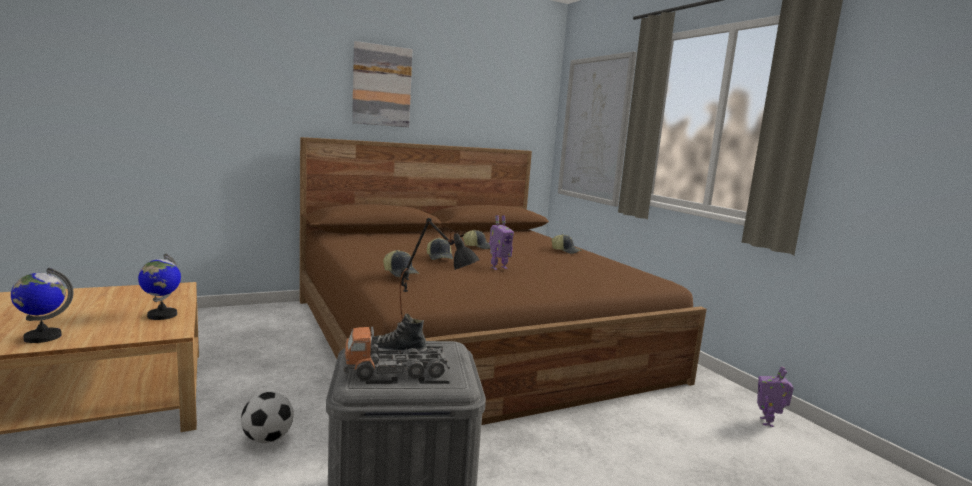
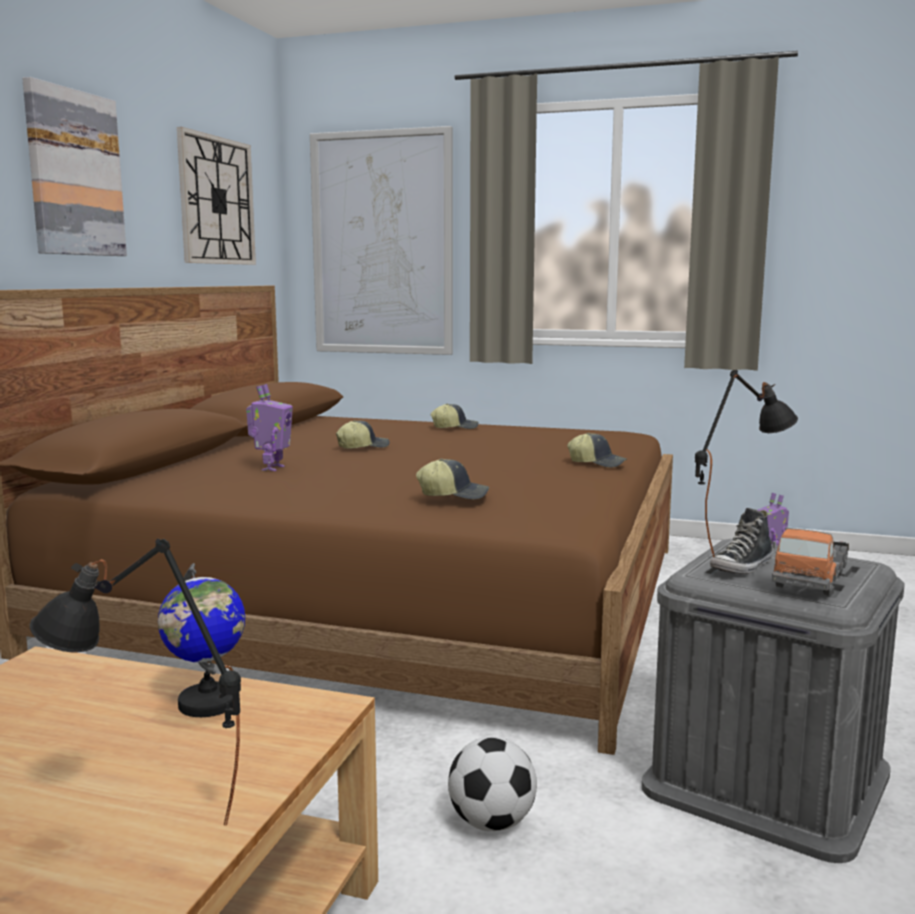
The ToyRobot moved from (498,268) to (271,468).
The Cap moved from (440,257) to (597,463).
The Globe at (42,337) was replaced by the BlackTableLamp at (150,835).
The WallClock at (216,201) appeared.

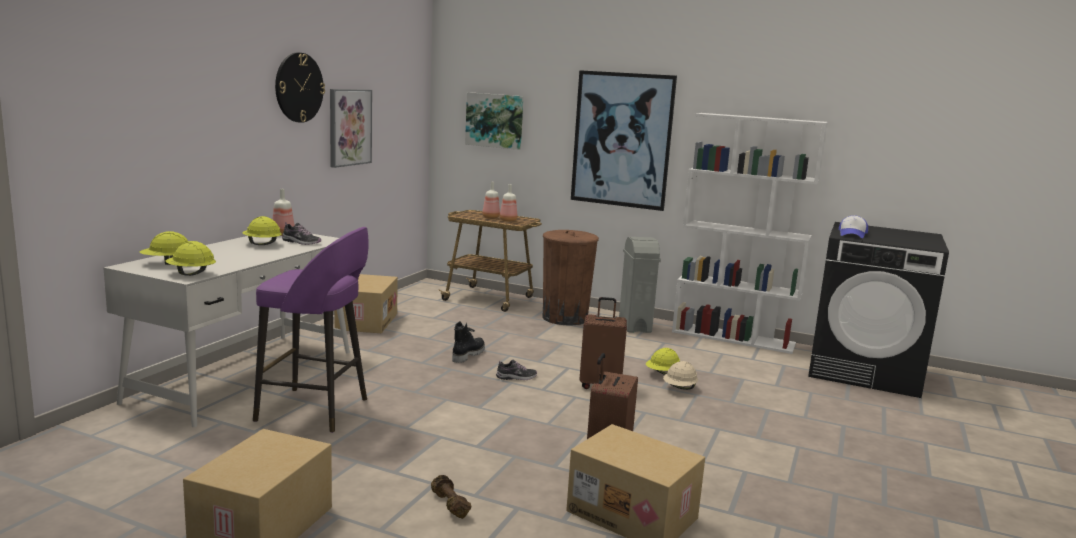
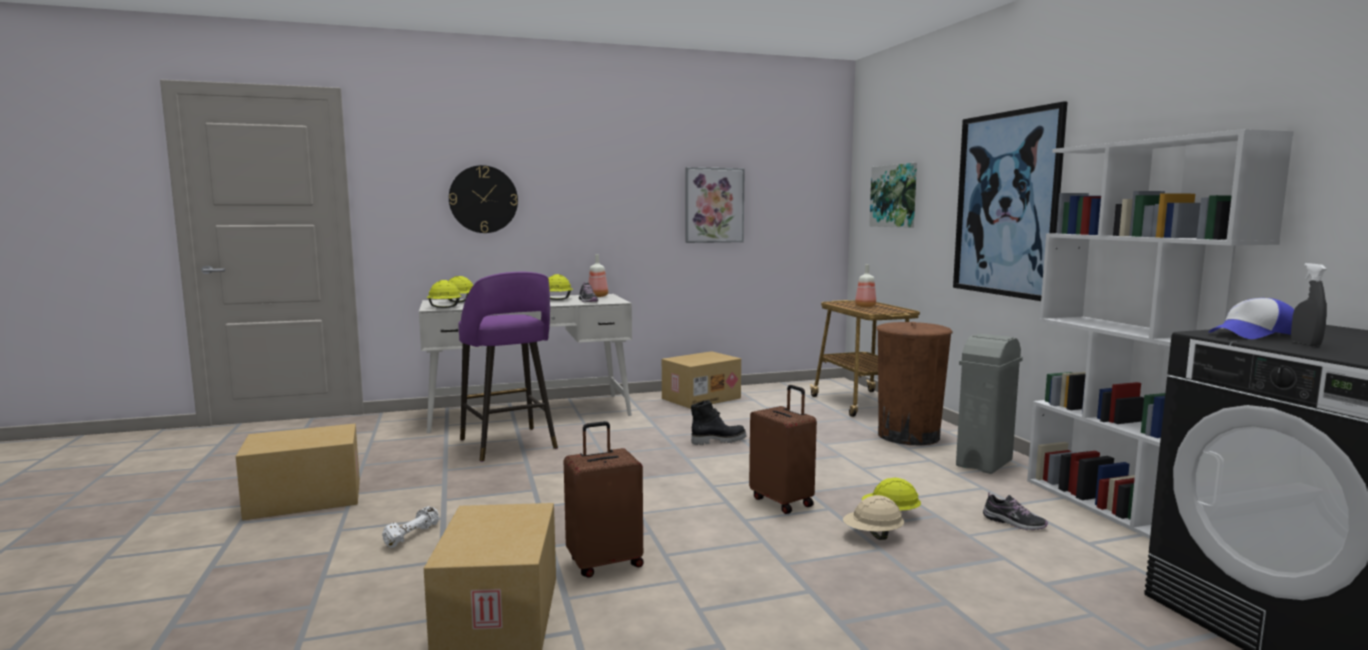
The WallClock moved from (299,87) to (483,199).
The Bottle at (508,220) disappeared.
The Shoe moved from (516,377) to (1014,523).
The BrownDumbbell at (449,505) became the WhiteDumbbell at (411,536).
The GreySprayBottle at (1305,344) appeared.

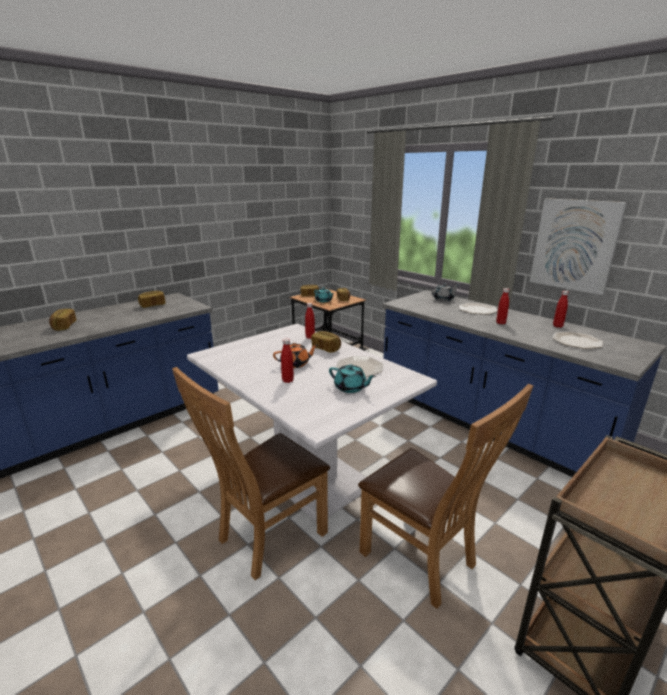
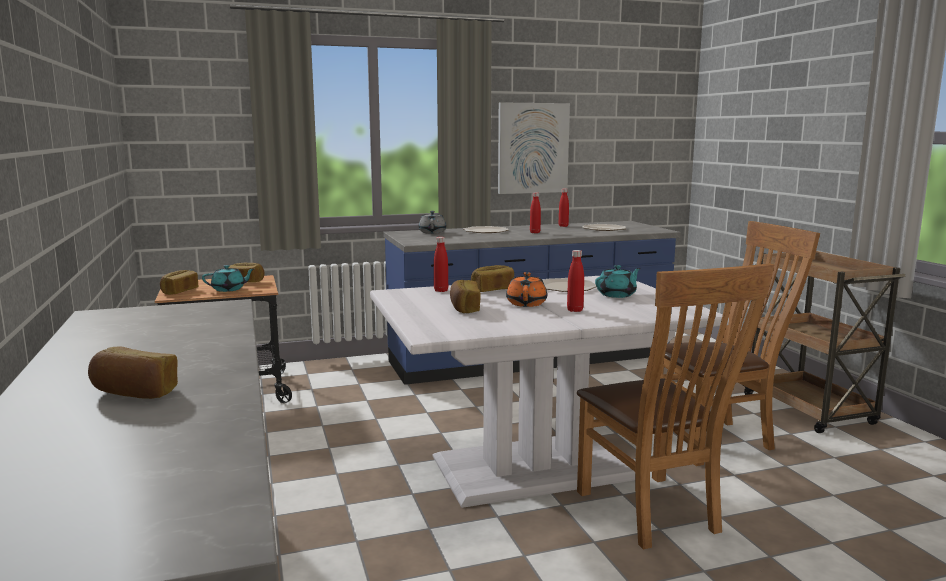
The Bread moved from (153,305) to (464,308).

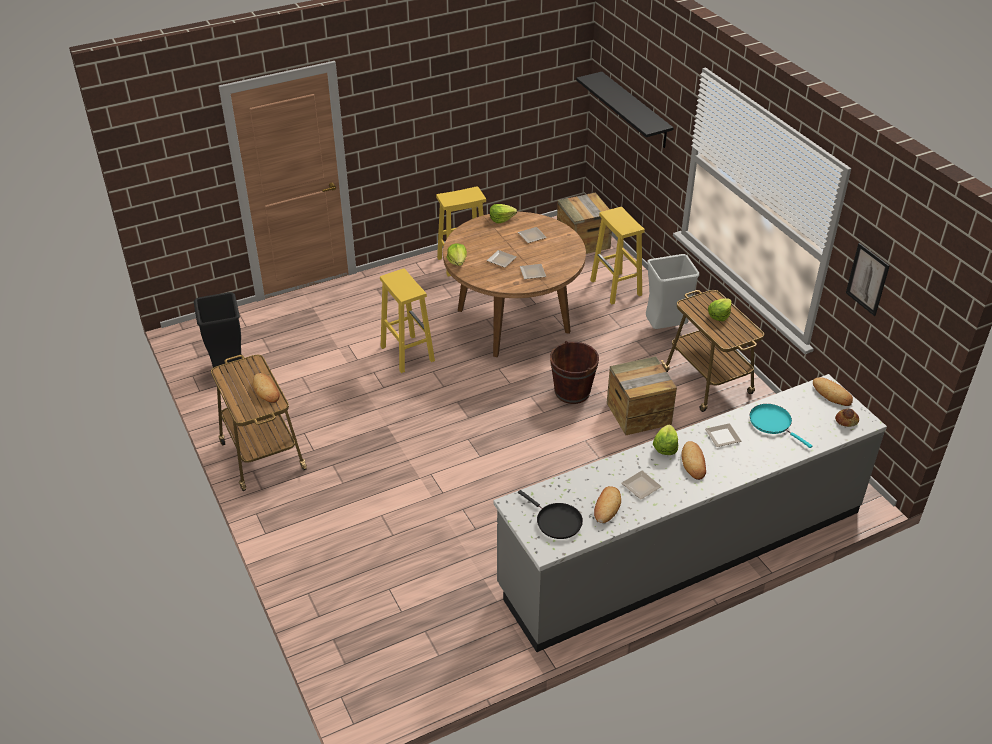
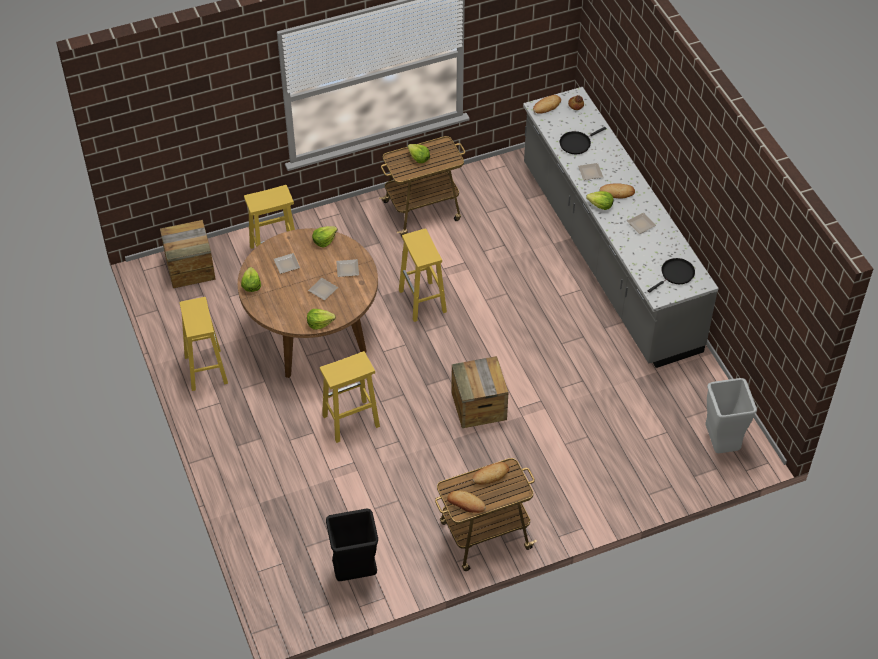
The BlackShelf at (635,110) disappeared.
The Picture at (867,279) disappeared.
The GreyTrashCan moved from (665,329) to (721,444).
The BrownBucket at (572,392) was replaced by the YellowStool at (423,302).
The Crate moved from (638,413) to (478,406).
The TurquoiseFryingPan at (772,423) became the BlackFryingPan at (576,143).
The Bread moved from (606,507) to (466,503).
The Lettuce at (324,240) appeared.

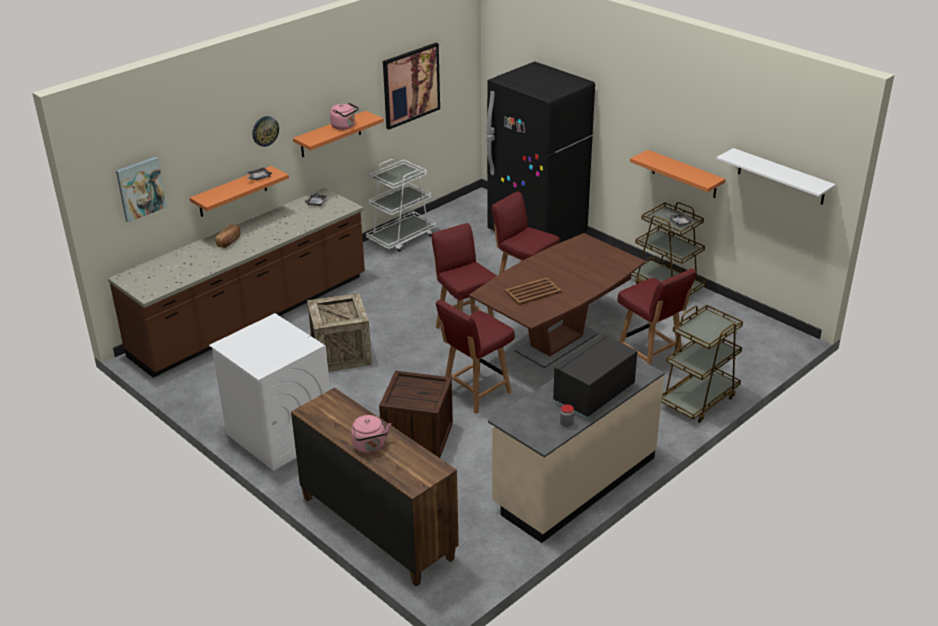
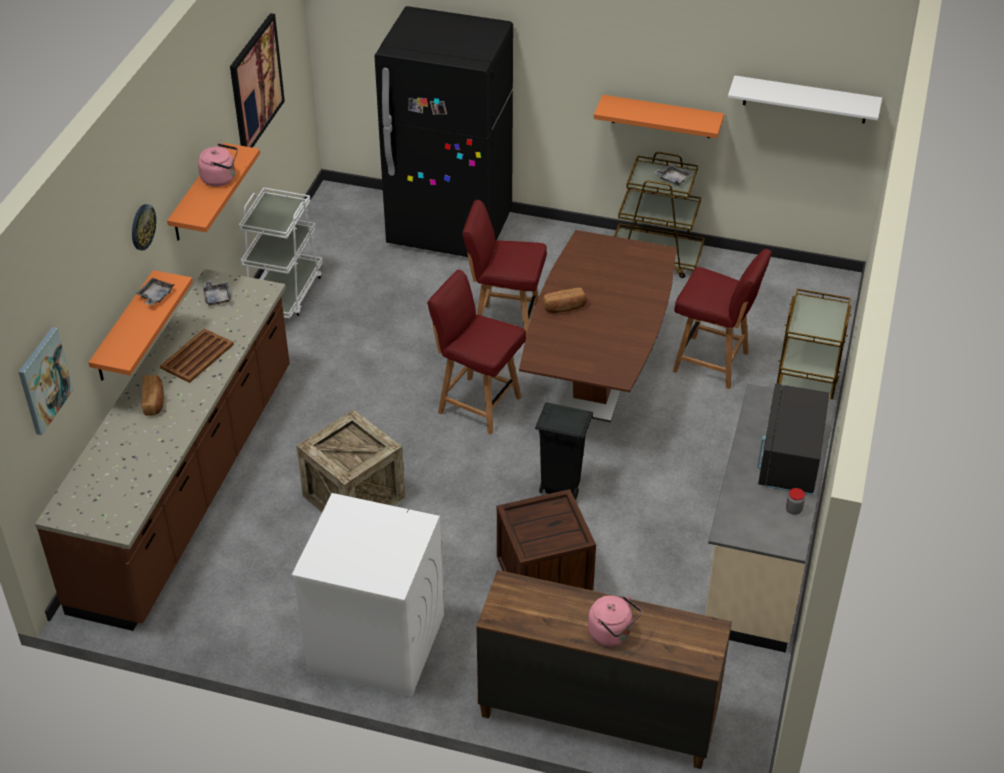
The BrownTray moved from (532,292) to (196,356).
The RedChair at (475,393) was replaced by the BlackTrashCan at (560,488).
The Bread at (564,308) appeared.

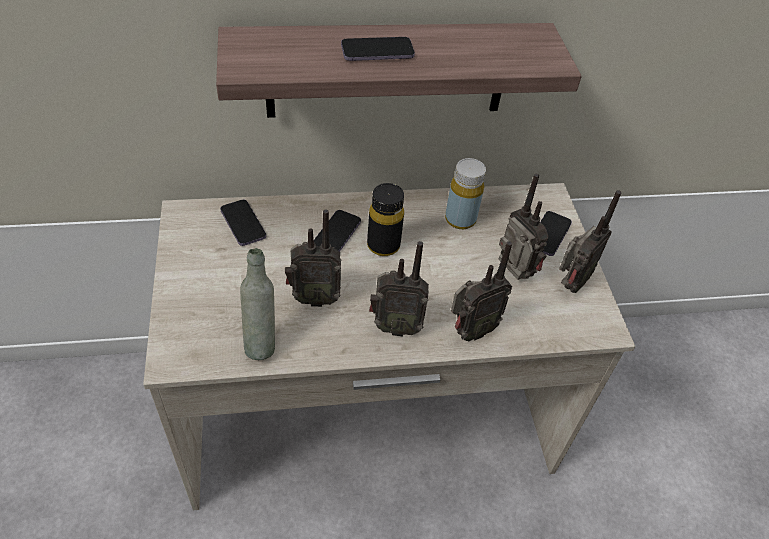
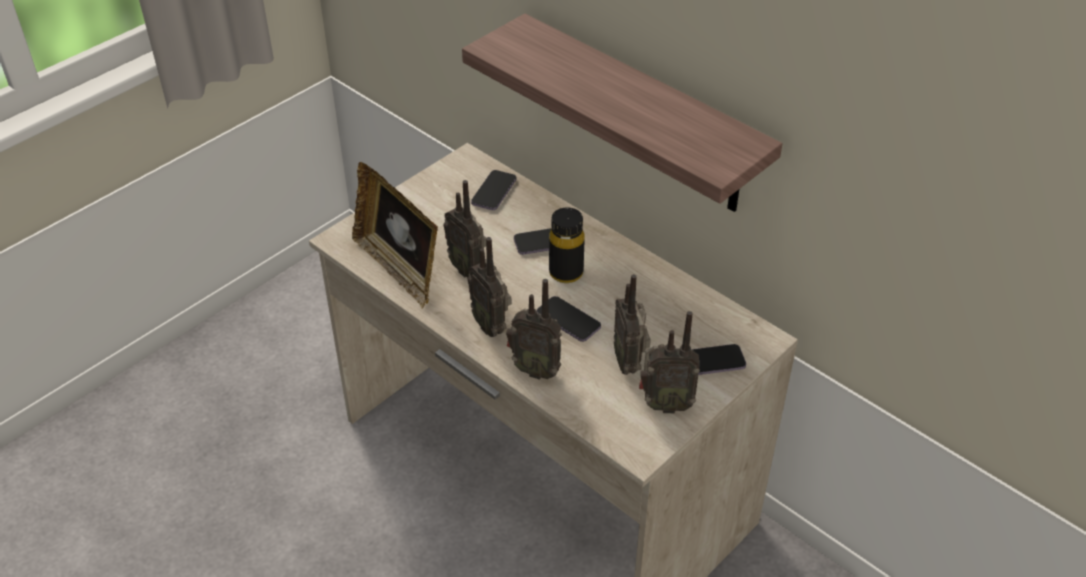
The Phone moved from (377,51) to (568,320).
The YellowBottle at (460,219) disappeared.
The Radio at (512,275) turned 150 degrees clockwise.
The GreyBottle at (261,342) was replaced by the PictureFrame at (399,268).

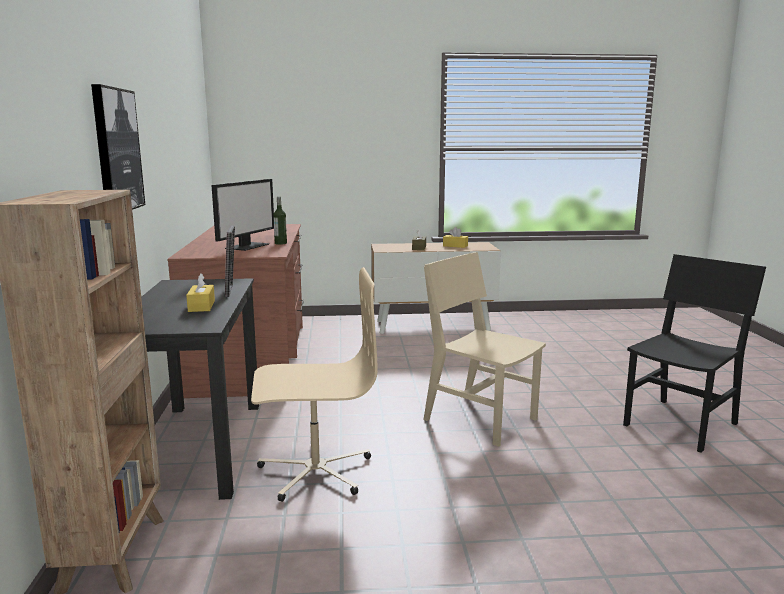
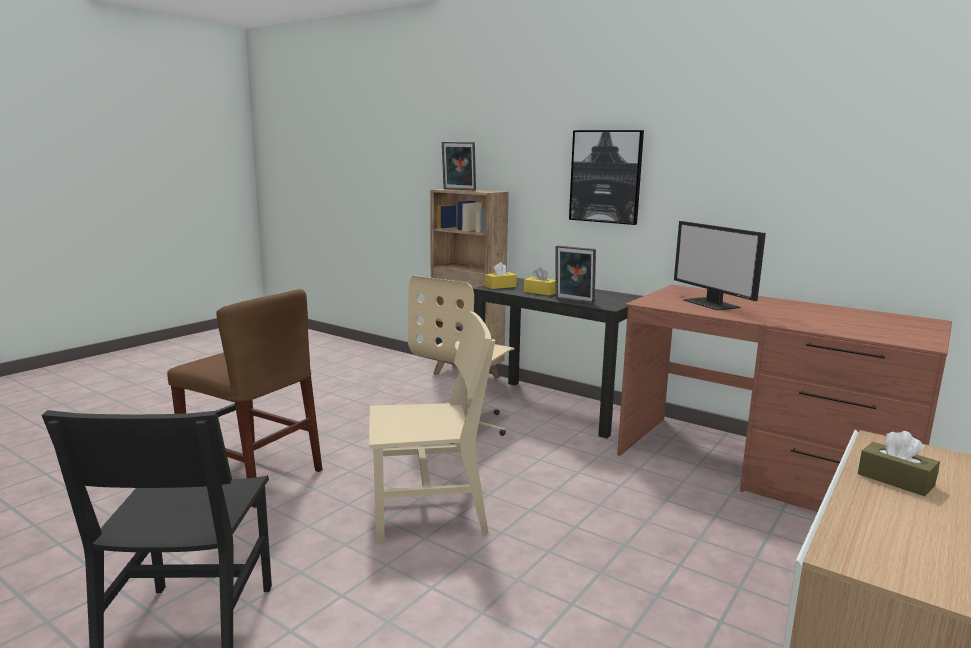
The Bottle at (280,243) disappeared.
The YellowTissueBox moved from (455,246) to (500,286).
The PictureFrame at (458,189) appeared.
The BrownChair at (253,475) appeared.

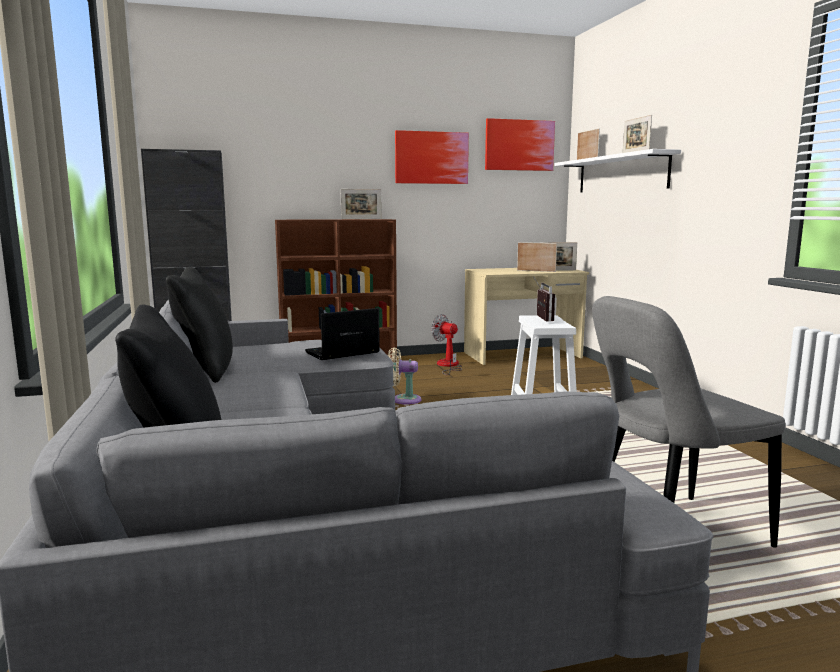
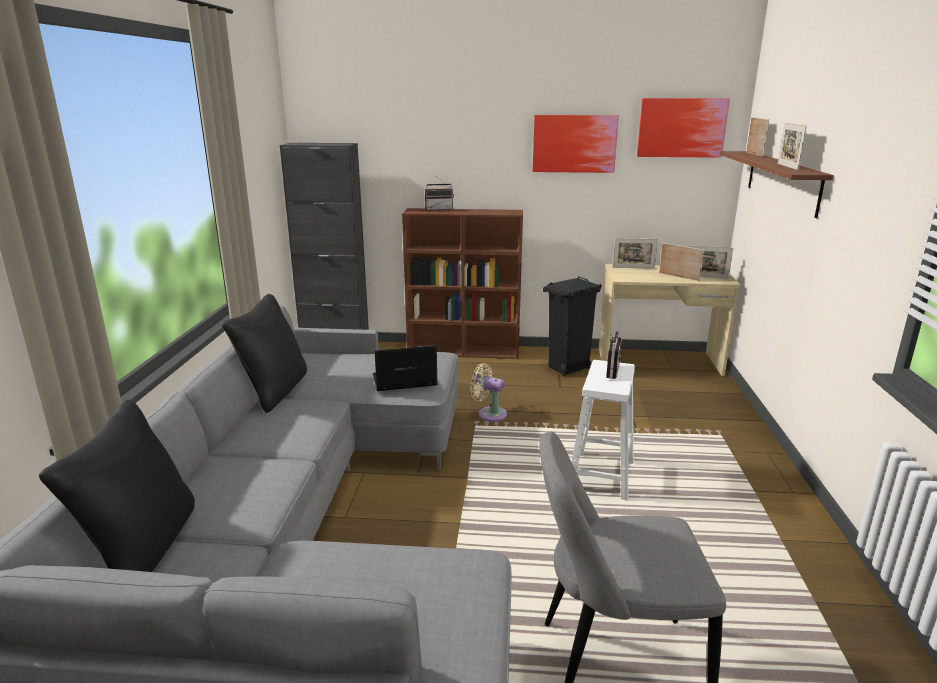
The WhiteShelf at (621,174) became the BrownShelf at (782,181).
The PictureFrame moved from (361,219) to (633,268).
The Fan at (448,366) was replaced by the BlackTrashCan at (567,369).
The Radio at (439,209) appeared.

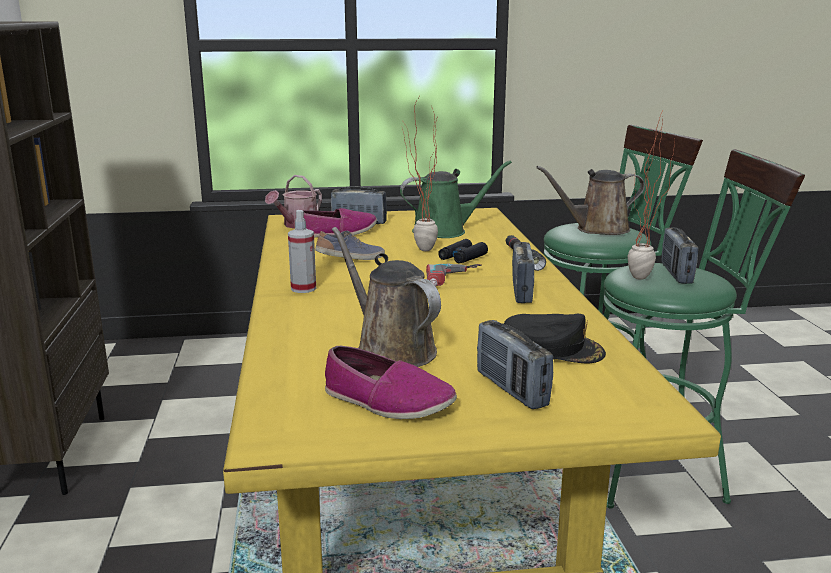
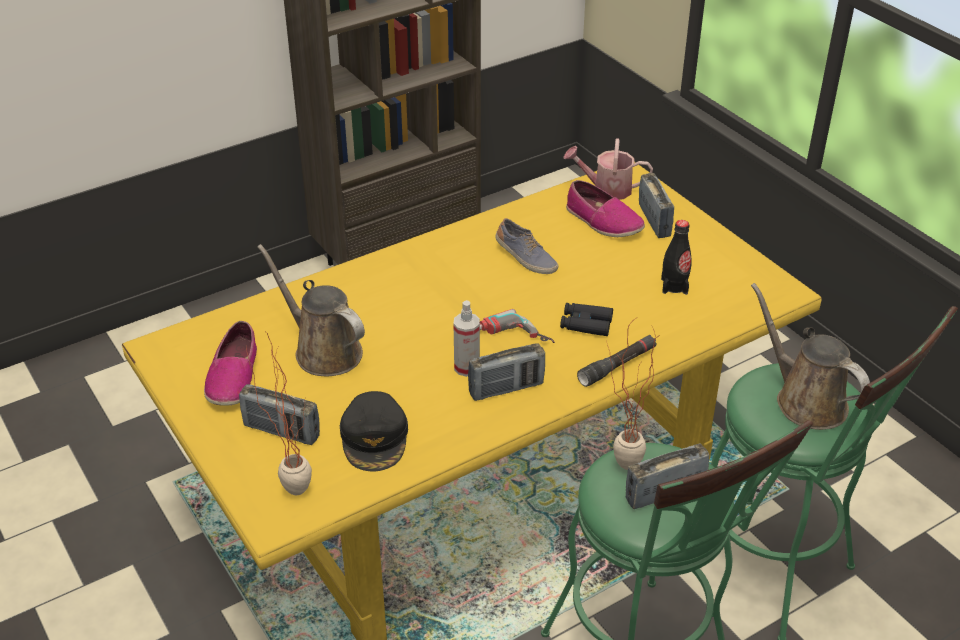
The PottedPlant moved from (417,250) to (291,484).
The GreenWateringCan at (445,231) was replaced by the BlackBottle at (674,286).
The SprayBottle moved from (303,288) to (467,367).
The BrownWateringCan at (390,349) turned 75 degrees counterclockwise.
The Radio at (511,389) turned 105 degrees counterclockwise.

